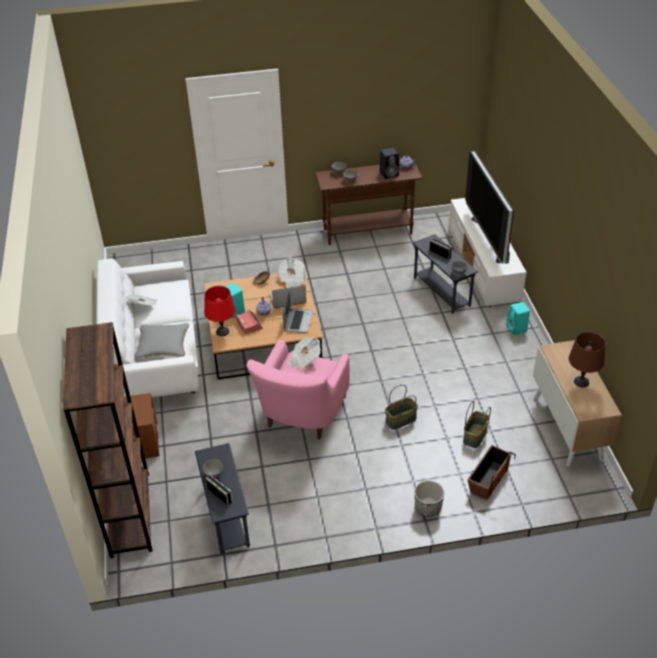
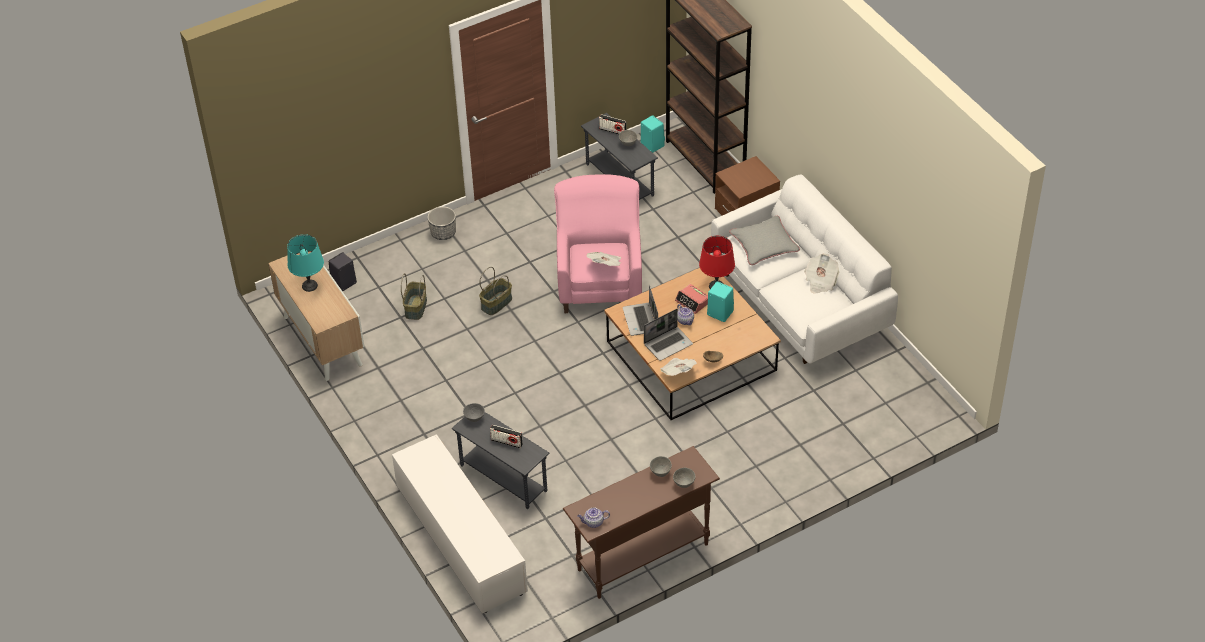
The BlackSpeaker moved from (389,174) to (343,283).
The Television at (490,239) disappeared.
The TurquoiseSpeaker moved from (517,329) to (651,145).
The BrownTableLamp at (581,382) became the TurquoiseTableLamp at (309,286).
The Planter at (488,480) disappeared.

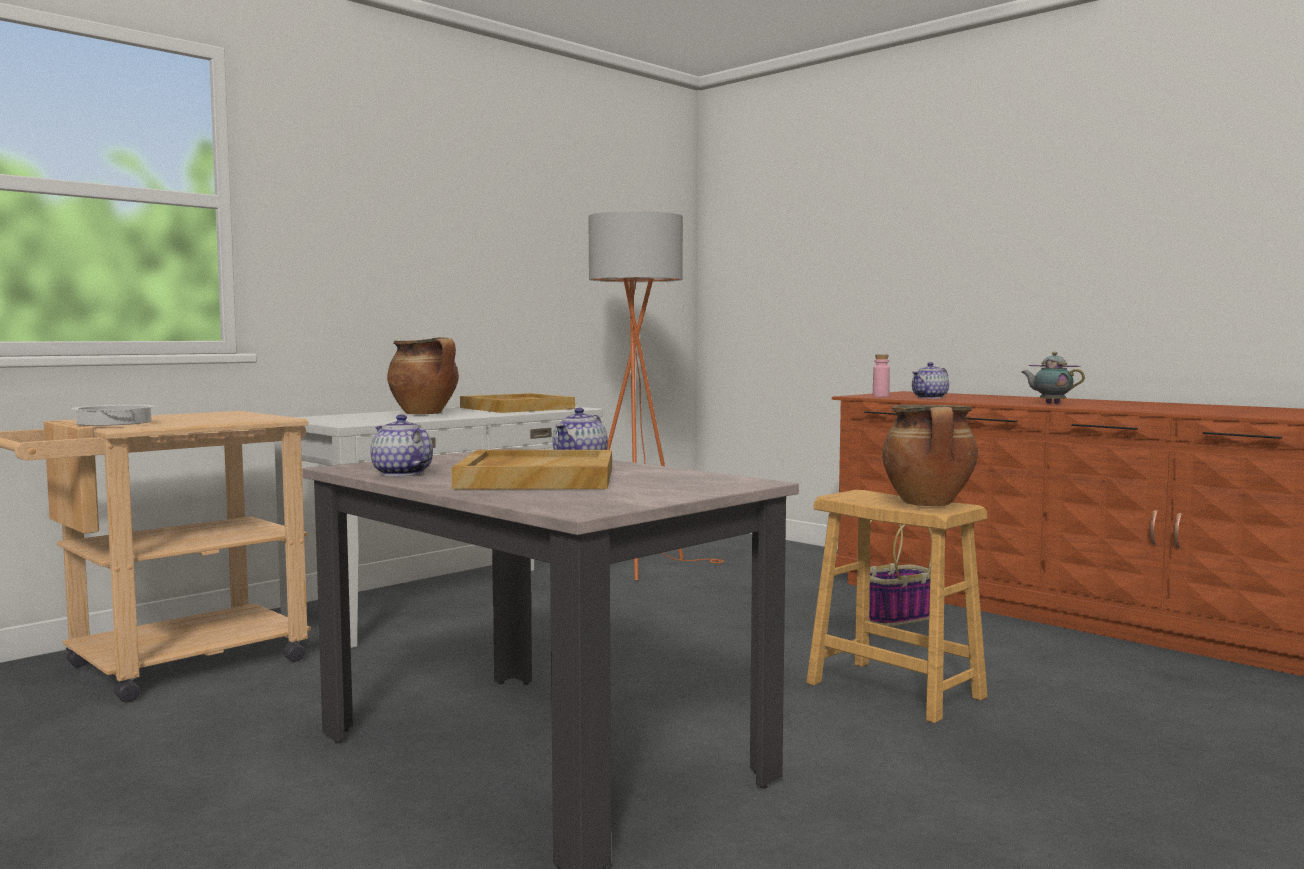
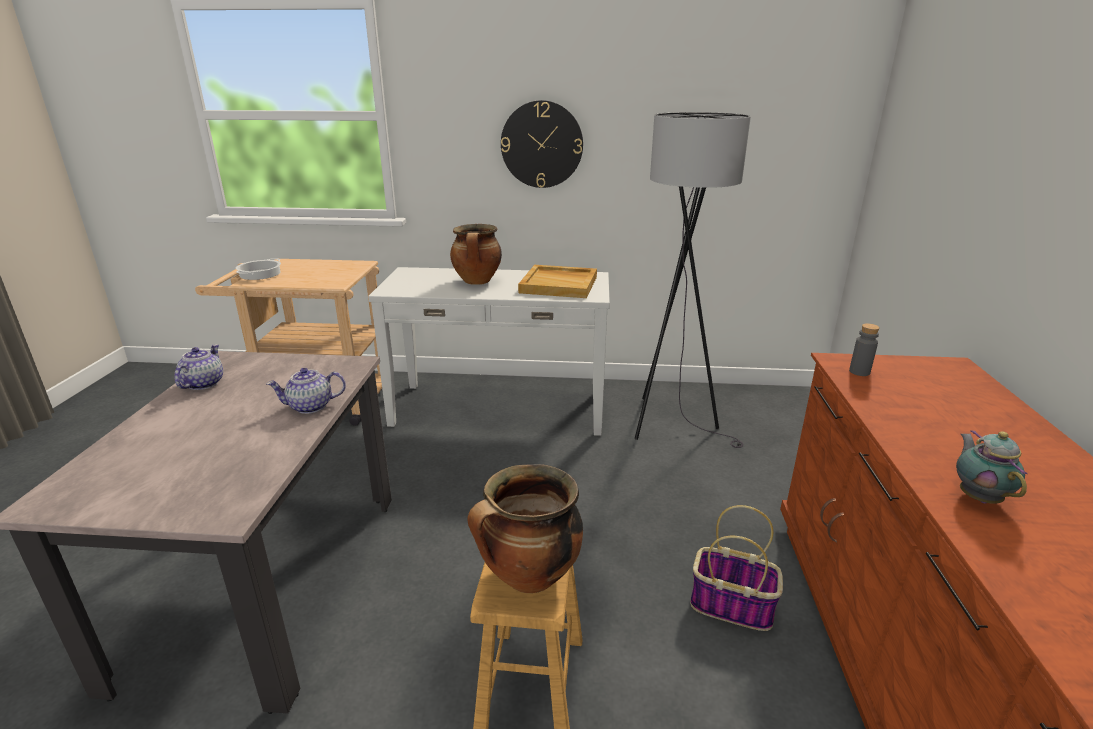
The OrangeFloorLamp at (639,566) became the GreyFloorLamp at (673,422).
The PinkBottle at (880,396) became the GreyBottle at (859,372).
The Teapot at (930,397) disappeared.
The BeigeTray at (536,477) disappeared.
The WallClock at (542,144) appeared.

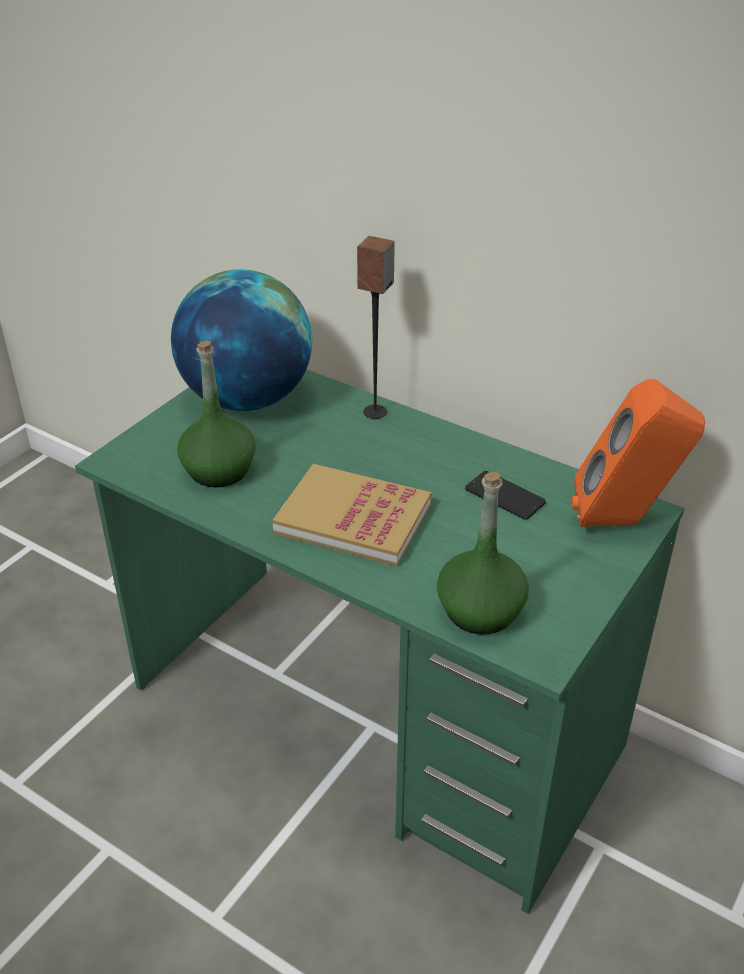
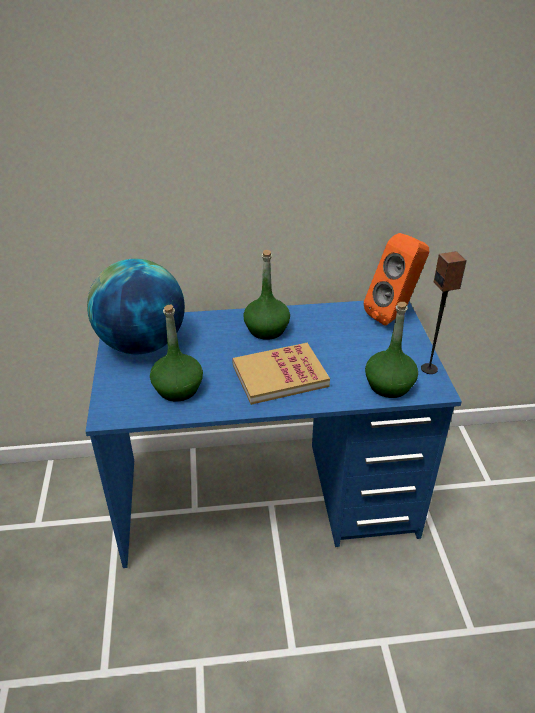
The Speaker moved from (375,412) to (429,369).
The GreenDesk at (374,718) became the BlueDesk at (267,499).
The Phone at (504,496) disappeared.
The GreenBottle at (267,329) appeared.

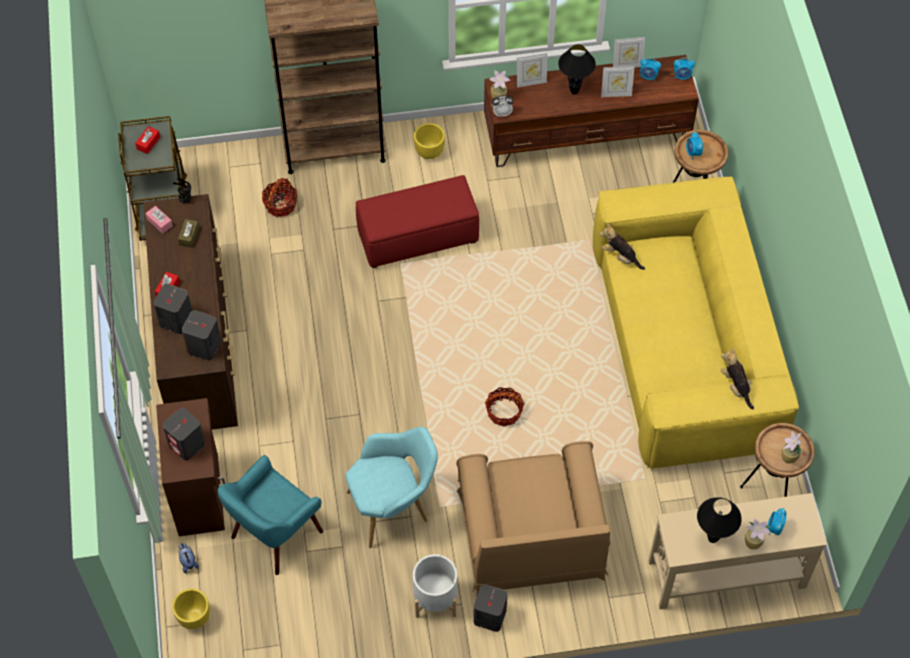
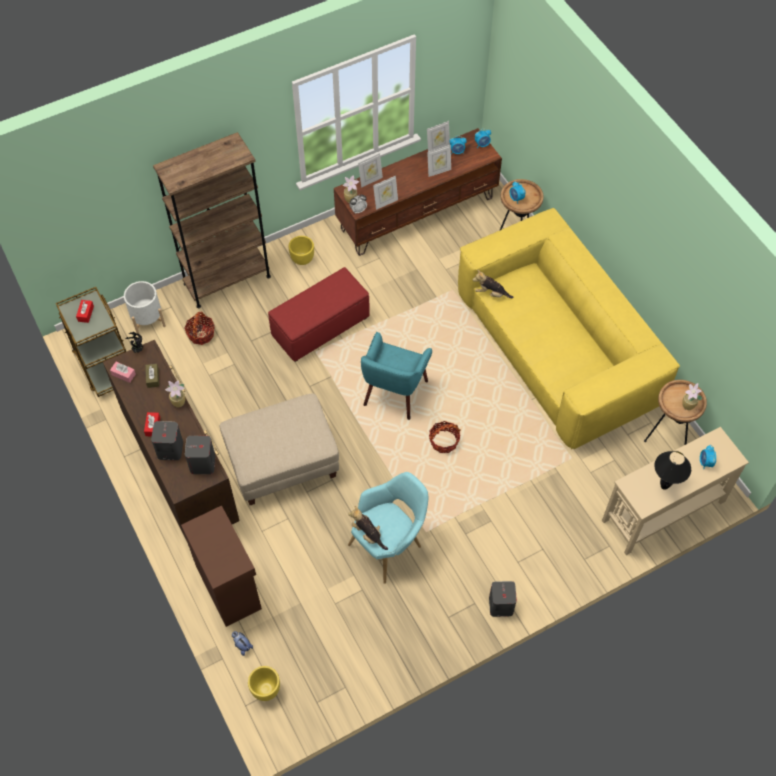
The BlackTableLamp at (574,91) disappeared.
The PlushToy moved from (736,386) to (368,534).
The GreySpeaker at (187,444) disappeared.
The BrownArmchair at (531,534) disappeared.
The TurquoiseArmchair moved from (275,534) to (394,393).
The PottedPlant moved from (753,543) to (179,402).
The WhitePlanter moved from (435,598) to (147,319).
The PictureFrame at (385,203) appeared.
The BeigeOttoman at (282,463) appeared.

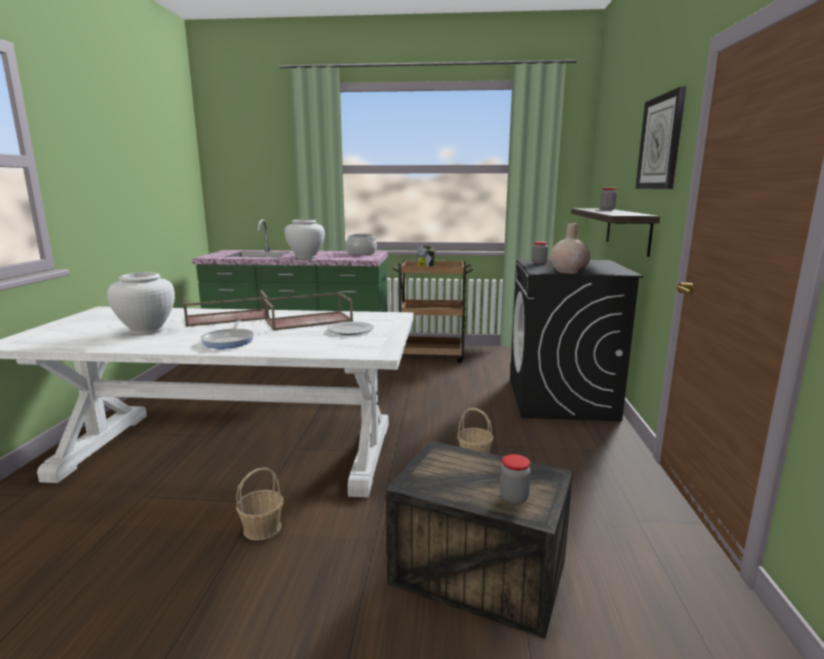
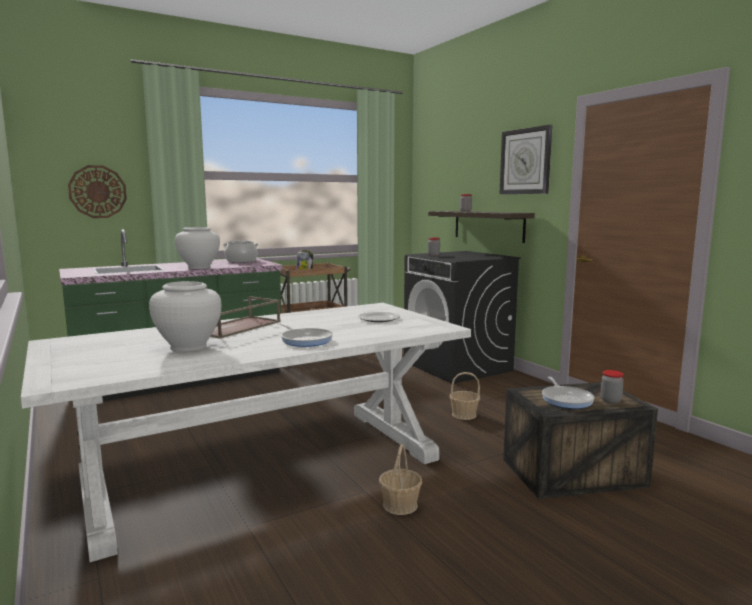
The BeigeVase at (568,271) disappeared.
The BrownTray at (309,320) disappeared.
The WallClock at (98,192) appeared.
The FryingPan at (566,399) appeared.

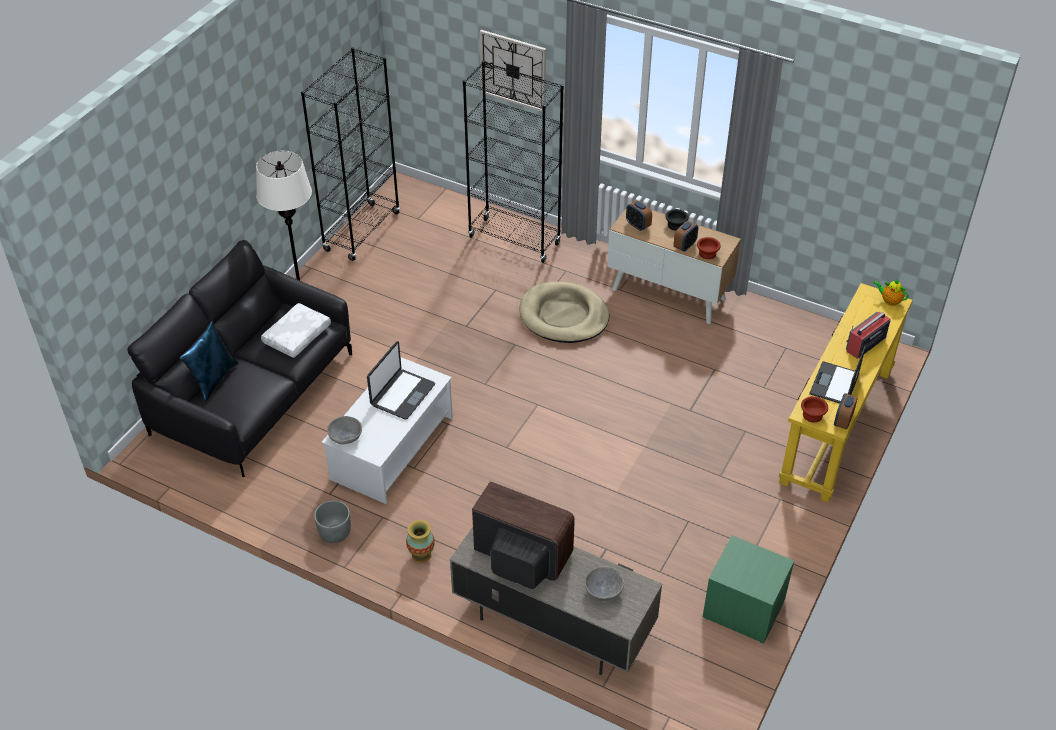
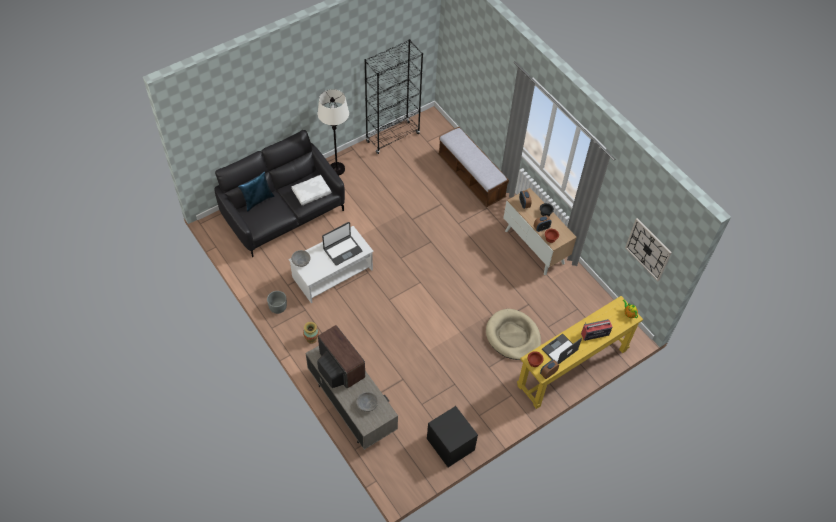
The WallClock moved from (513,70) to (648,249).
The BlackBookcase at (514,240) was replaced by the Bench at (471,177).
The BeigeDogBed moved from (563,316) to (513,336).
The GreenNightstand at (744,609) became the BlackNightstand at (450,444).

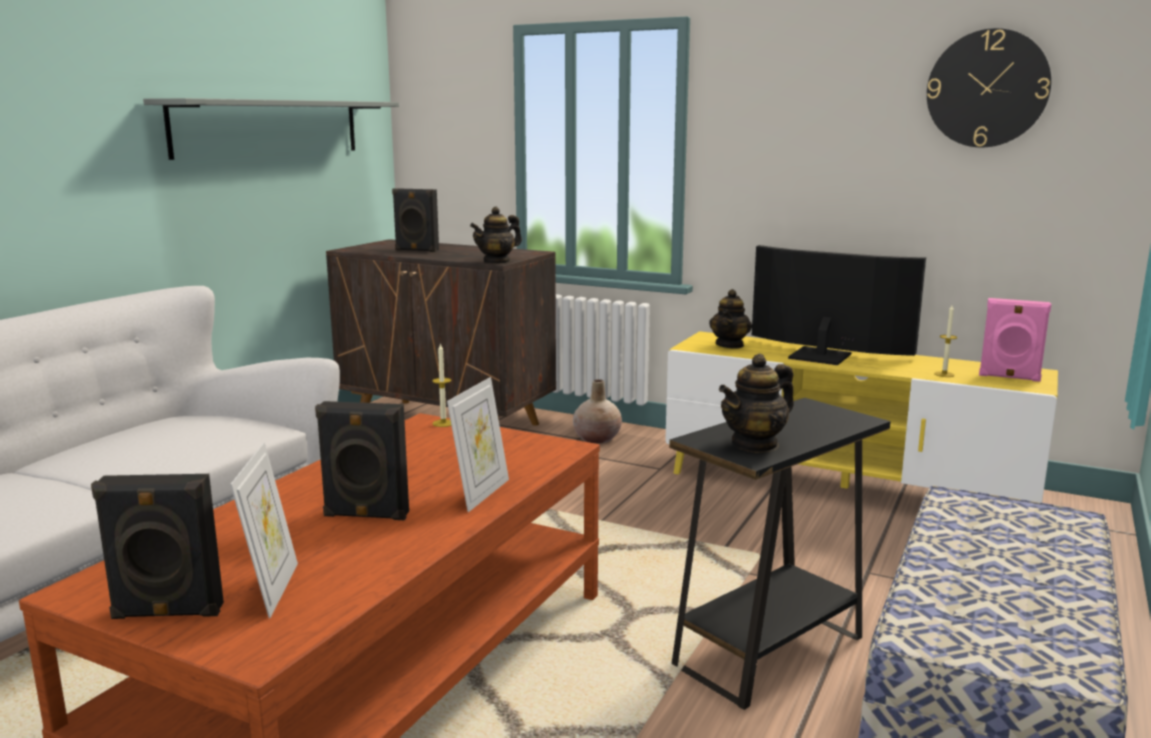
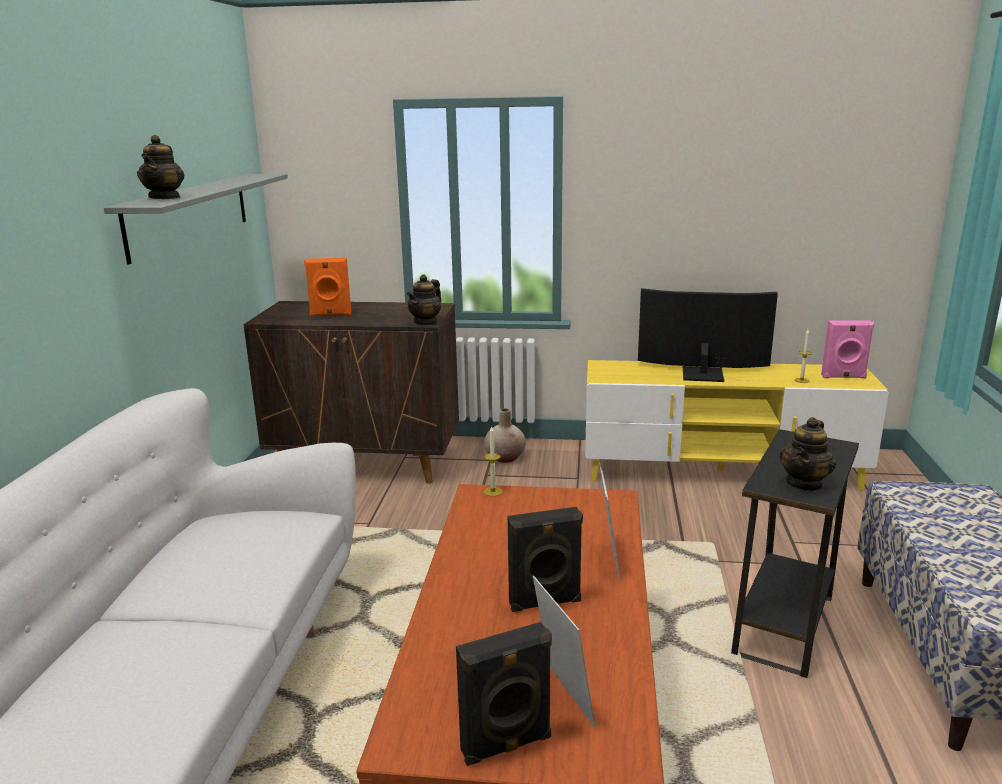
The WallClock at (987,89) disappeared.
The BlackSpeaker at (416,250) became the OrangeSpeaker at (330,314).
The Teapot moved from (730,345) to (165,197).

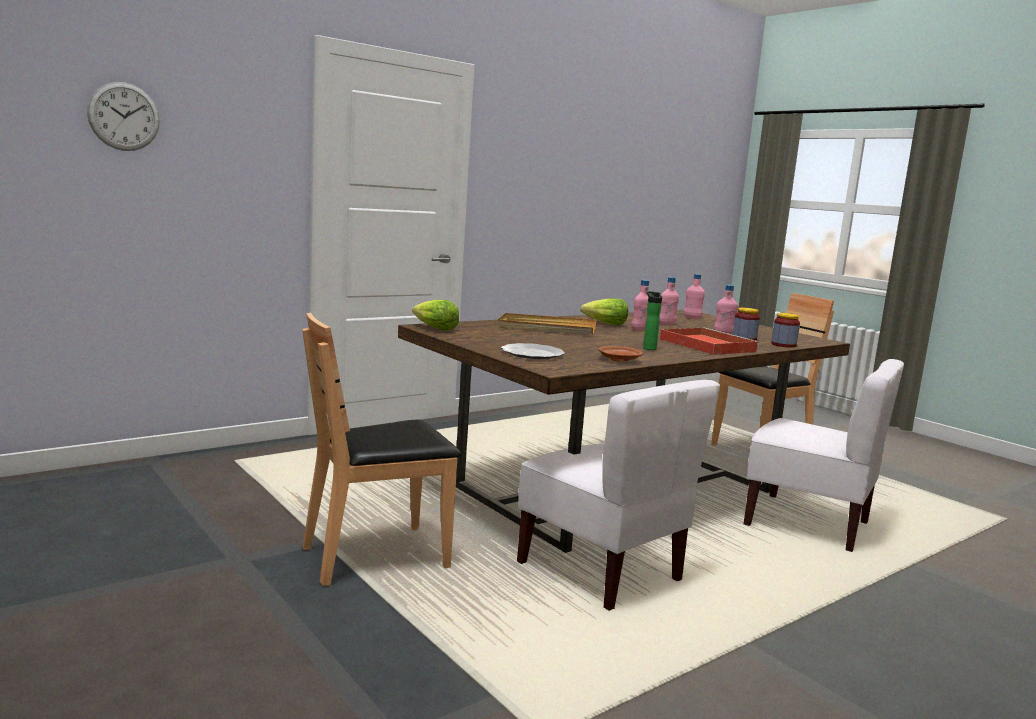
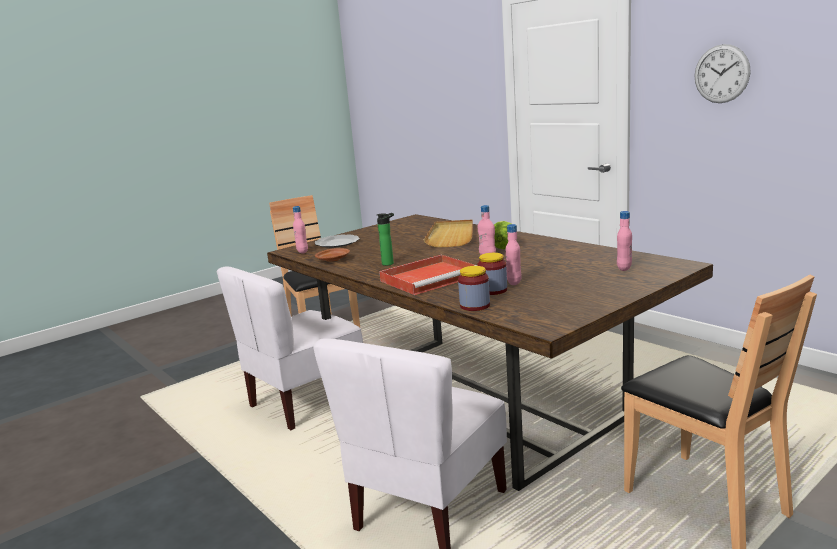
The WallClock moved from (124,116) to (721,74).
The PinkBottle moved from (666,324) to (302,251).
The Lettuce at (434,328) disappeared.

